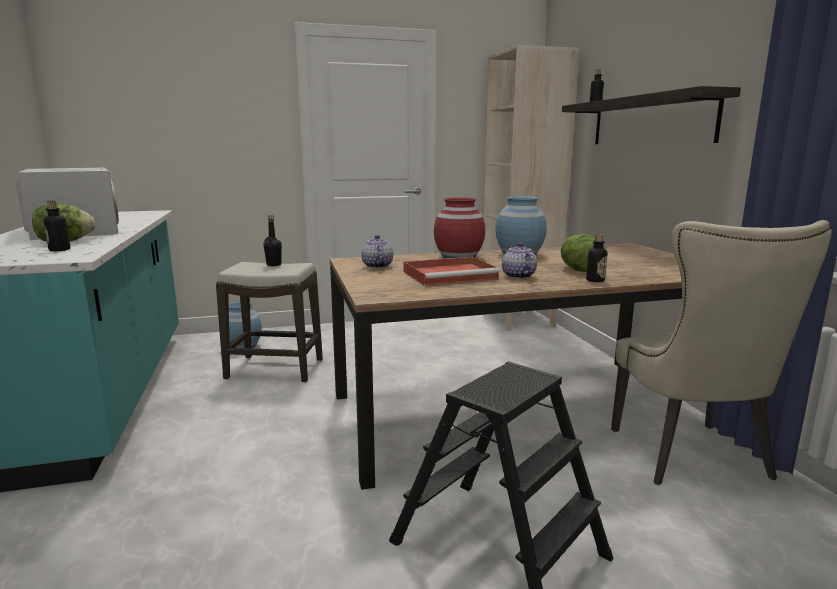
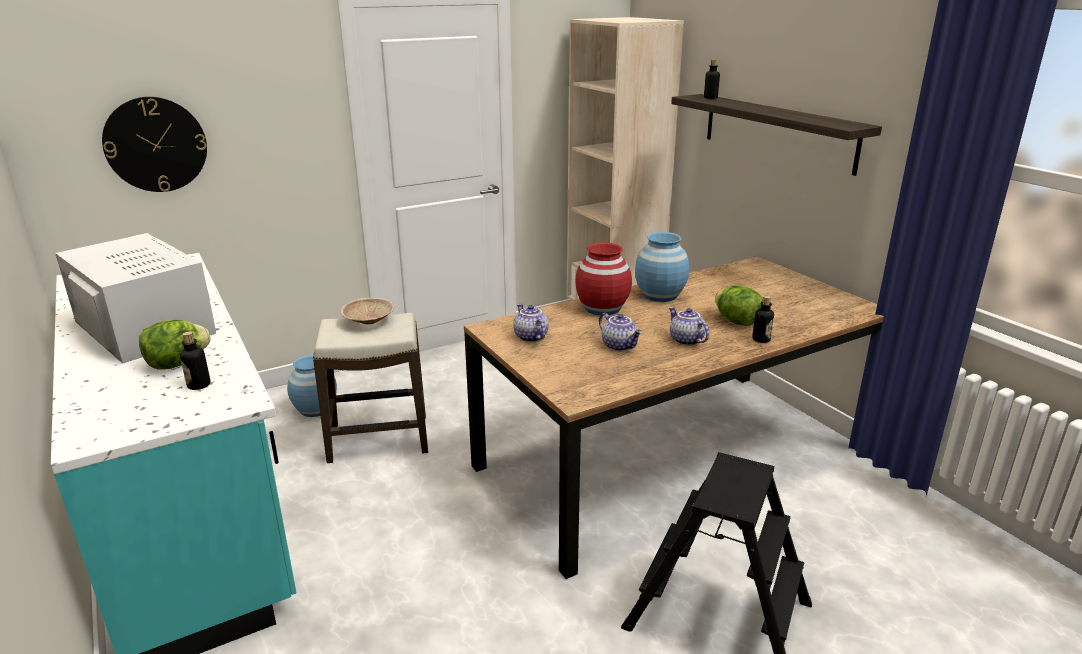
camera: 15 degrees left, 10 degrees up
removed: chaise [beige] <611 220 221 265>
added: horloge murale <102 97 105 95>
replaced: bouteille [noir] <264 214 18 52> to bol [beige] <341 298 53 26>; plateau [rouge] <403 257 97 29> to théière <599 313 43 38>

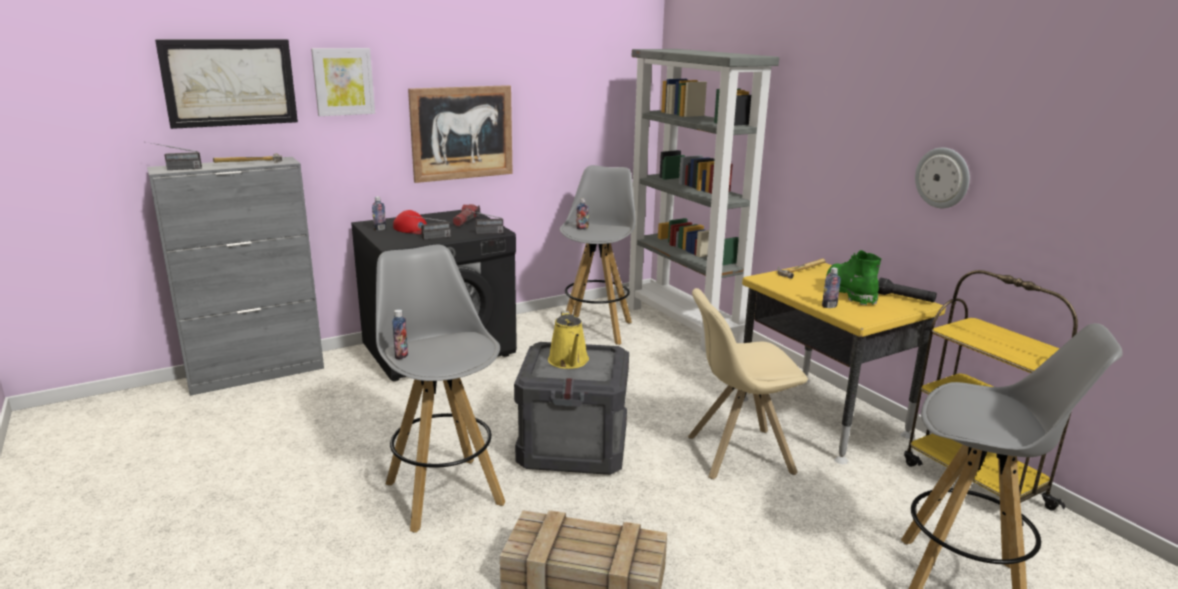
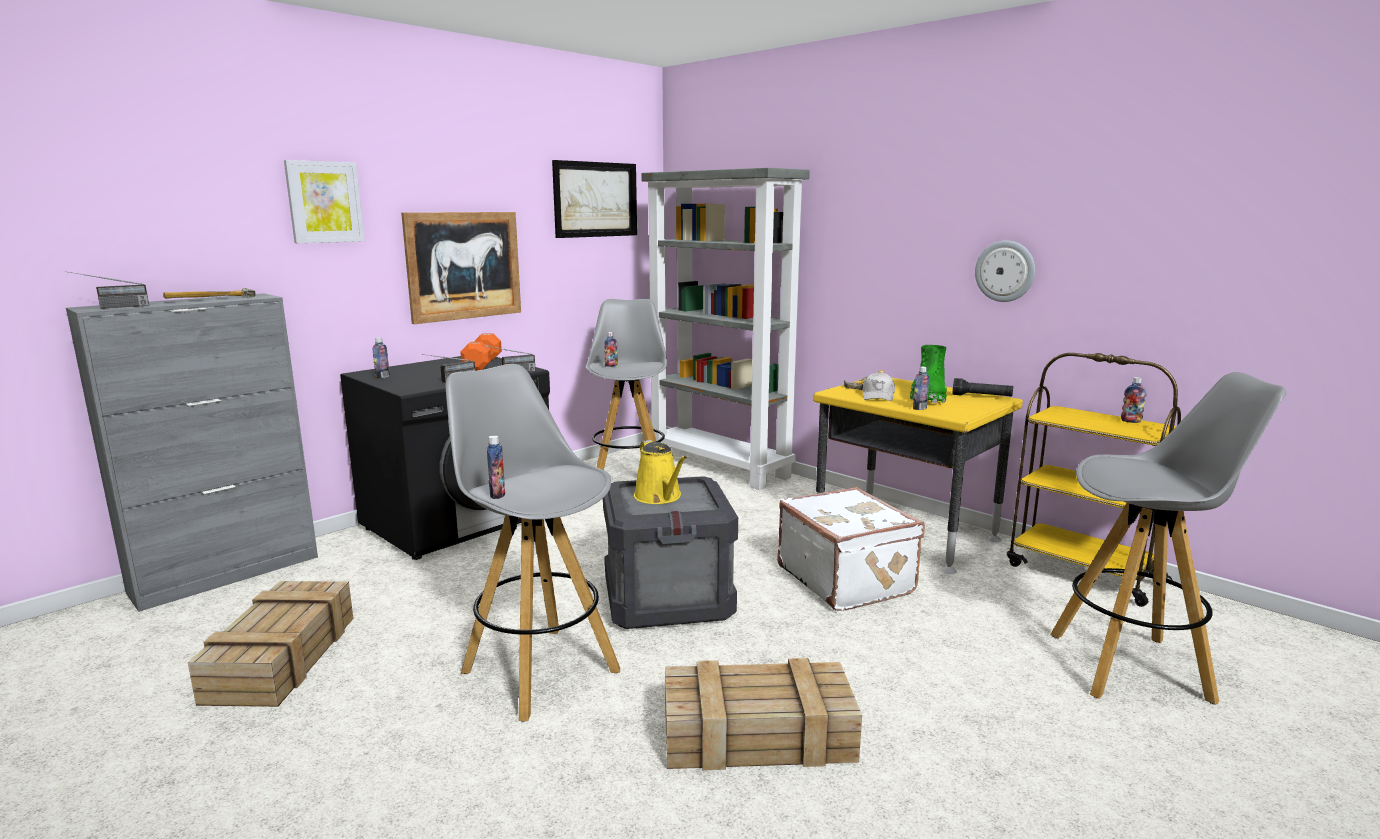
camera: 15 degrees left, 5 degrees down
removed: casquette [rouge] <393 210 34 24>
added: caisse <188 581 165 126>; casquette [blanc] <862 372 33 29>; bouteille <1121 377 25 46>
moved: tableau <155 39 143 90> to <552 160 85 78>
replaced: lampe de poche <453 204 27 22> to haltère [orange] <460 333 42 38>; chaise [beige] <688 288 120 191> to valise [blanc] <778 487 147 124>
turned: botte [vert] <826 250 55 55> = <910 345 37 58> 135 degrees counterclockwise

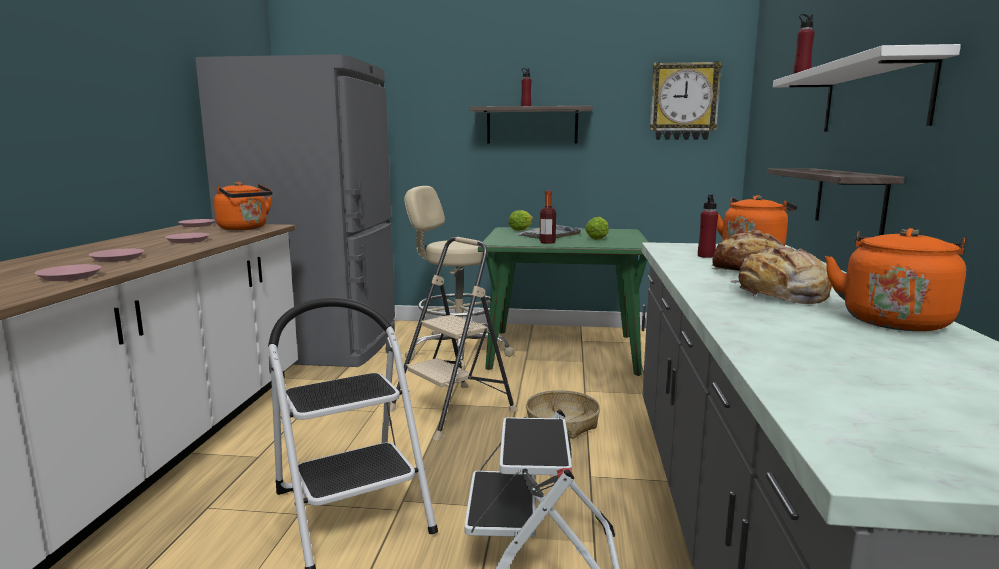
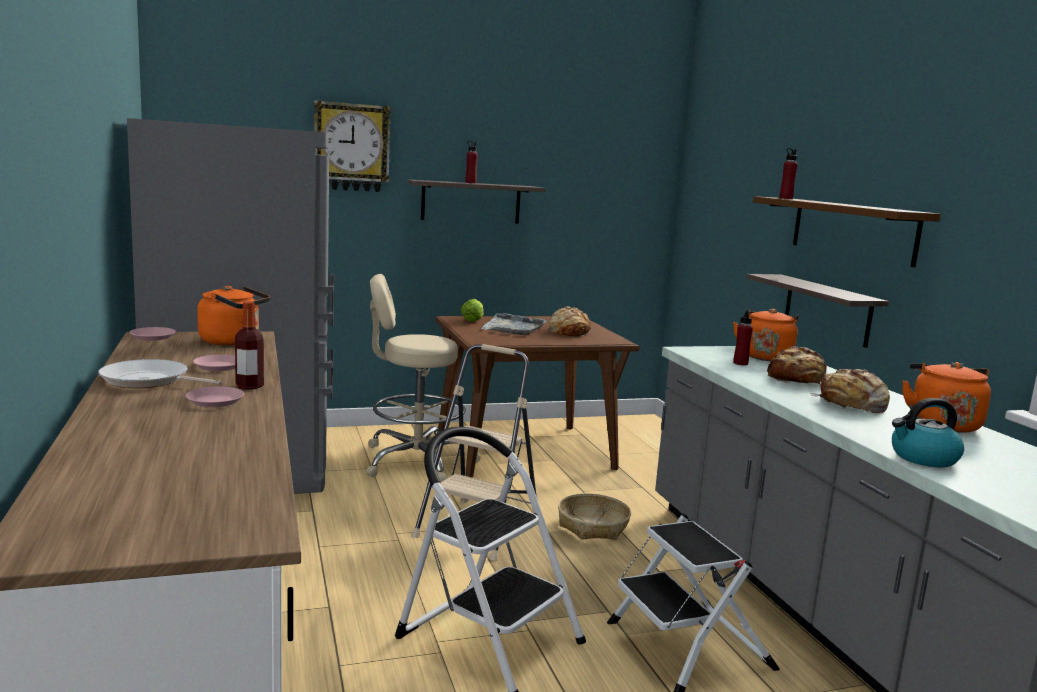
camera: 25 degrees left, 0 degrees up
removed: assiette [rose] <35 264 67 17>
added: poêle <98 359 124 29>; bouilloire <892 398 72 69>
moved: bouteille <540 191 16 53> to <235 302 29 88>; horloge murale <649 61 73 79> to <314 101 77 91>
replaced: laitue <585 217 24 23> to pain <549 306 42 30>
recoloured: table à manger [vert] <478 227 171 149> to table à manger [marron] <435 316 204 162>; étagère [blanc] <773 44 188 88> to étagère [marron] <753 196 188 71>

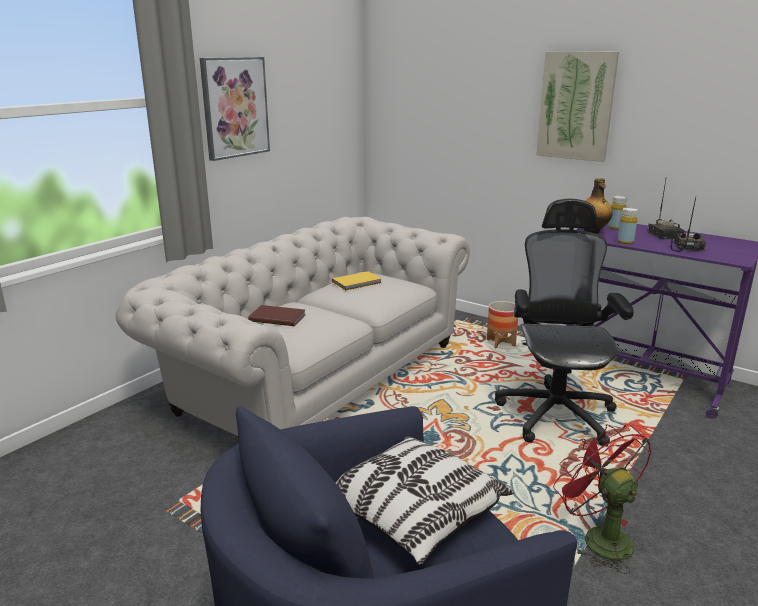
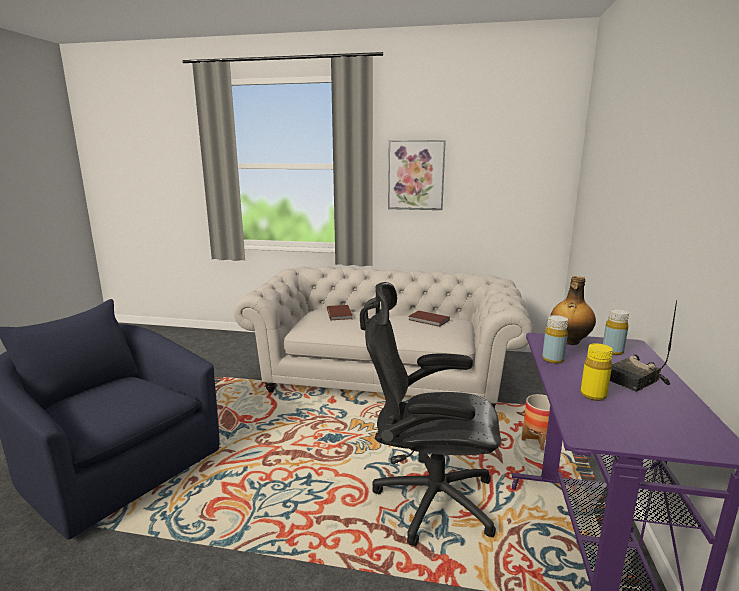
camera: 65 degrees right, 5 degrees down
removed: coussin <336 437 178 128>; tableau <536 51 83 111>; ventilateur [rouge] <553 424 98 150>
replaced: radio <671 198 35 54> to bouteille [jaune] <580 343 33 58>
recoloured: livre [jaune] <332 271 50 20> to livre [marron] <409 310 41 17>
turned: chaise de bureau <495 199 139 248> = <360 282 141 264> 150 degrees counterclockwise

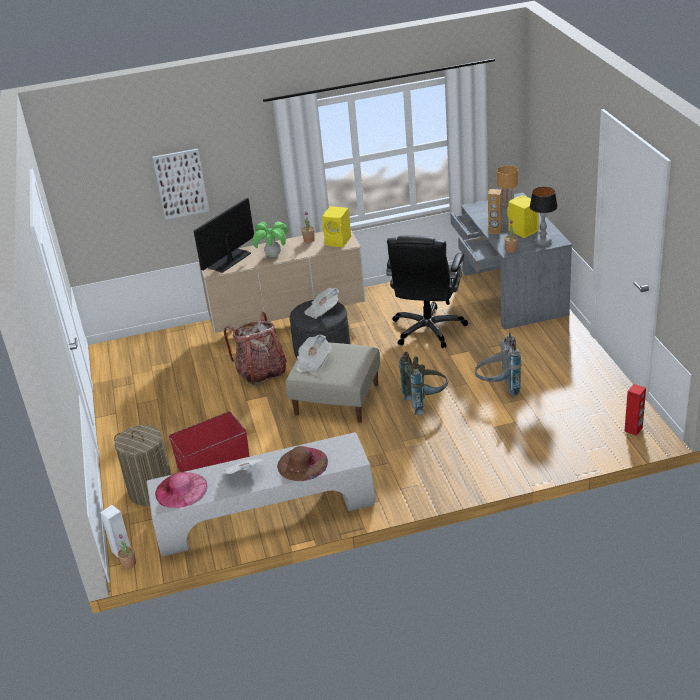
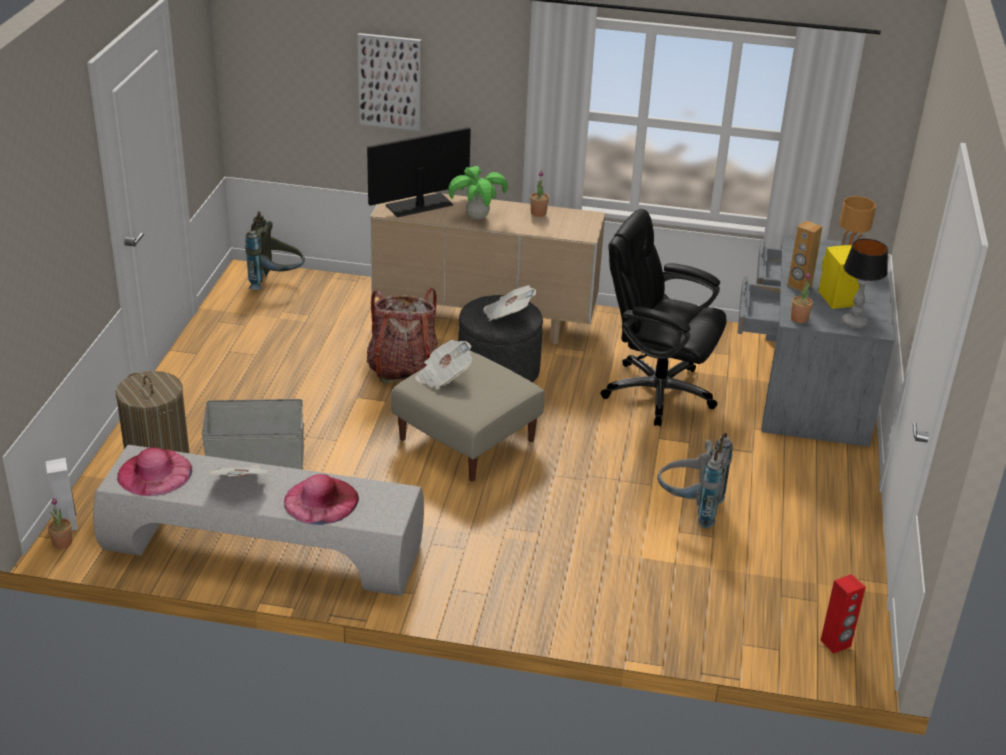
camera: 20 degrees right, 0 degrees up
removed: enceinte [jaune] <322 206 29 41>
moved: sac à dos [gris] <399 352 49 63> to <245 211 60 79>
recoloured: boîte de rangement [rouge] <169 411 80 61> to boîte de rangement [gris] <202 399 102 71>; chapeau [marron] <277 446 51 35> to chapeau [rose] <284 474 75 51>
turned: chaise de bureau [noir] <386 235 82 113> = <600 209 126 218> 75 degrees clockwise

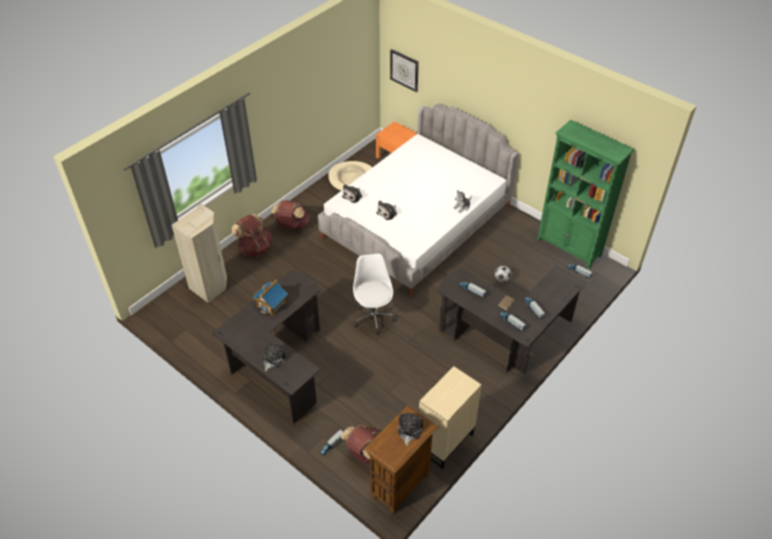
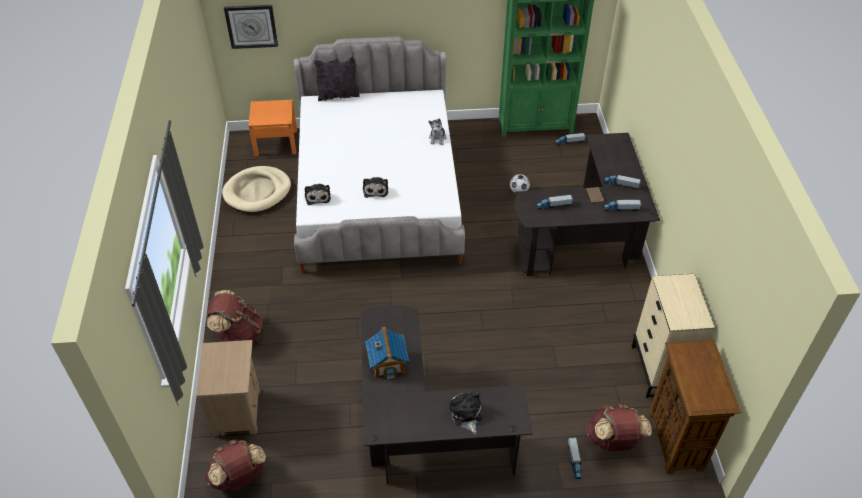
camera: 45 degrees left, 0 degrees up
removed: chaise de bureau [blanc] <353 254 43 81>; peluche <398 412 25 34>
added: coussin [noir] <313 57 47 44>
moved: sac à dos [marron] <271 200 39 30> to <205 440 61 51>
replaced: meuble de rangement [beige] <172 204 55 99> to table de chevet [beige] <196 340 64 97>

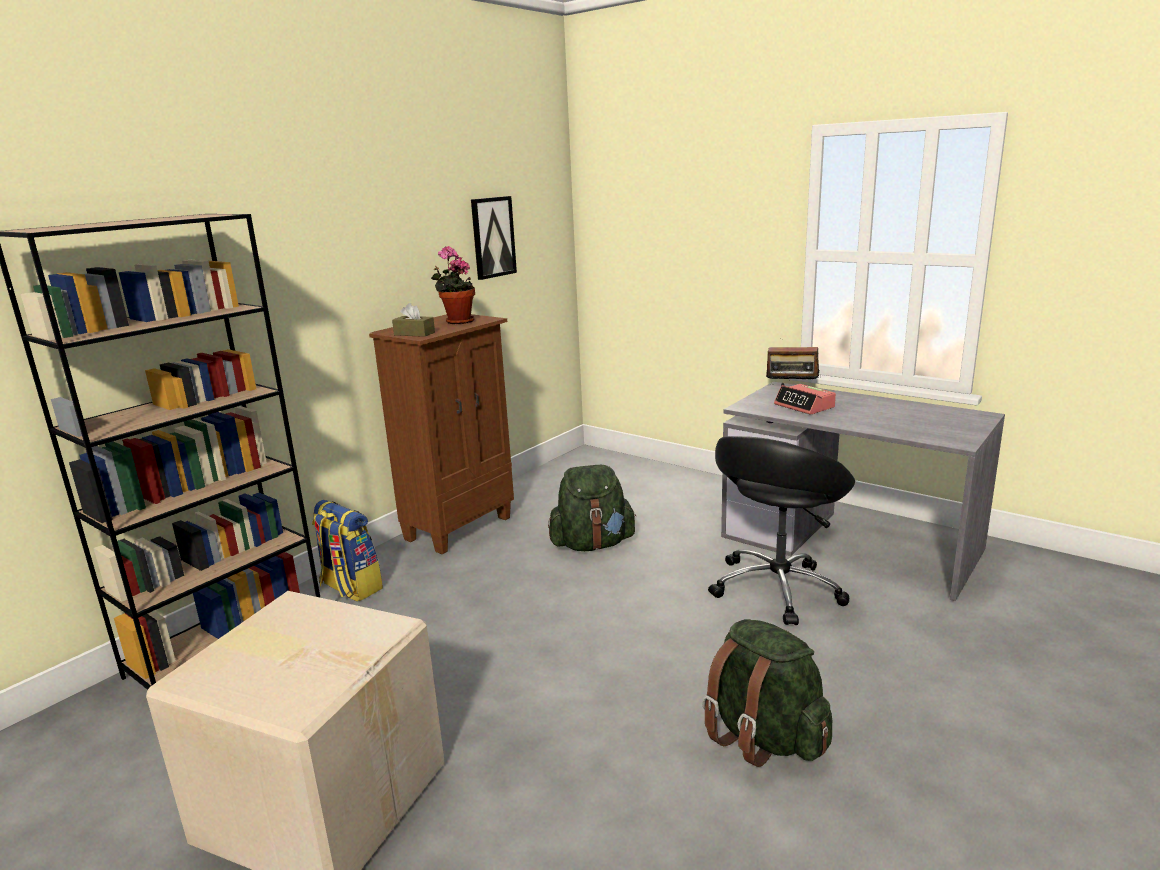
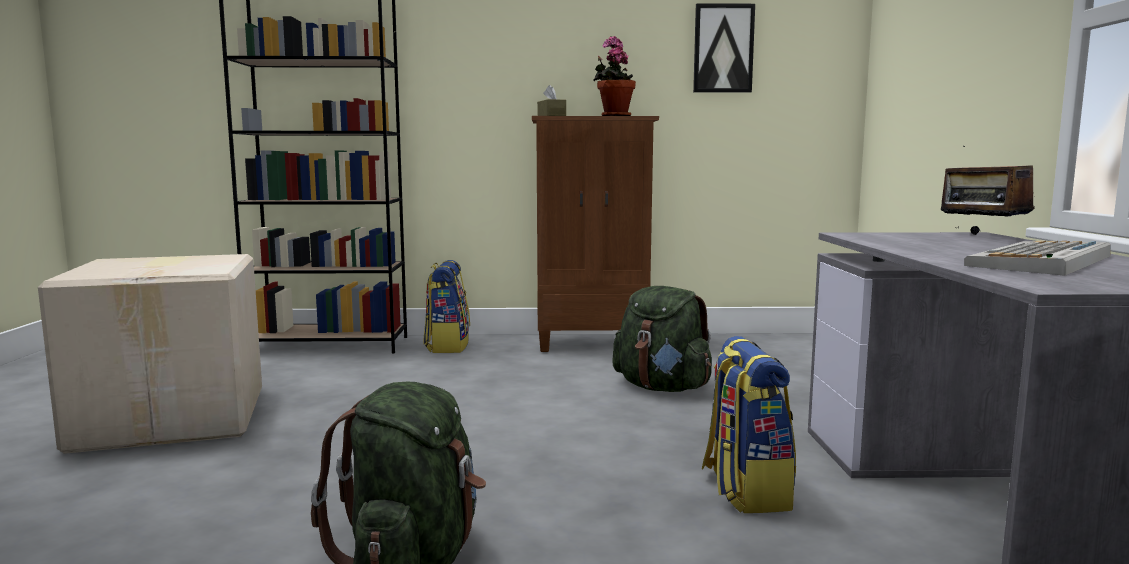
camera: 50 degrees right, 10 degrees down
removed: réveil <774 384 62 31>
added: clavier <964 241 147 35>
replaced: chaise de bureau [noir] <708 436 147 189> to sac à dos <702 336 94 177>

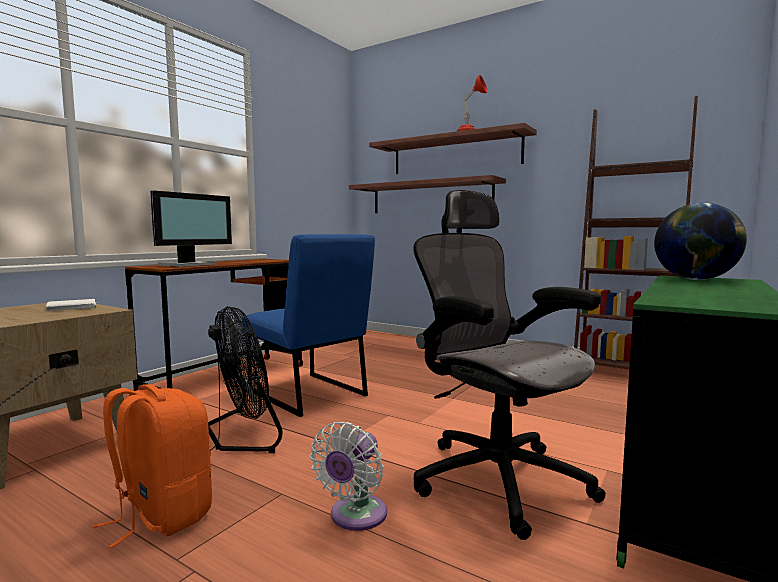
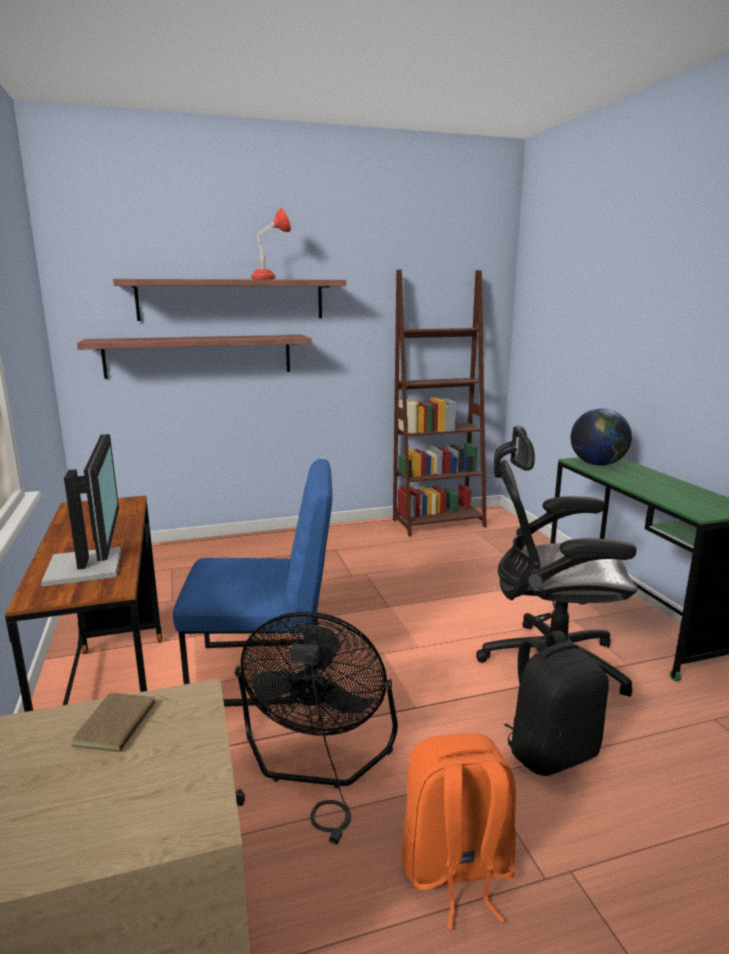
camera: 50 degrees left, 10 degrees up
replaced: ventilateur [blanc] <310 422 77 109> to sac à dos [noir] <504 631 105 145>
recoloured: livre [blanc] <46 299 52 12> to livre [marron] <71 693 98 59>

